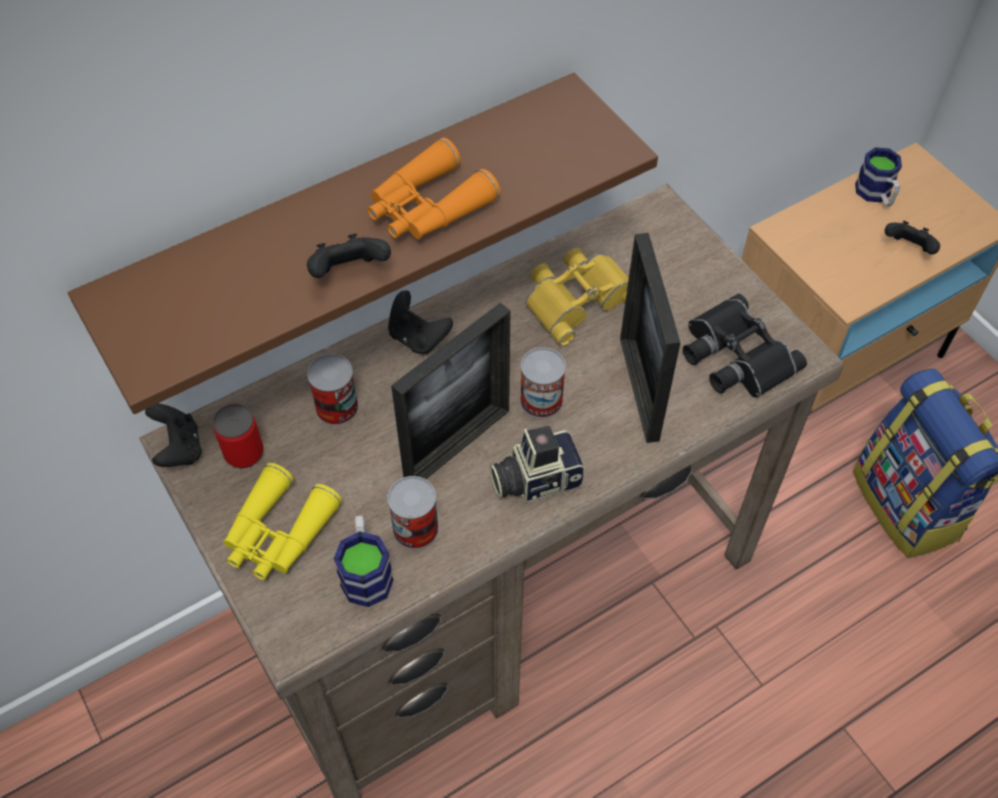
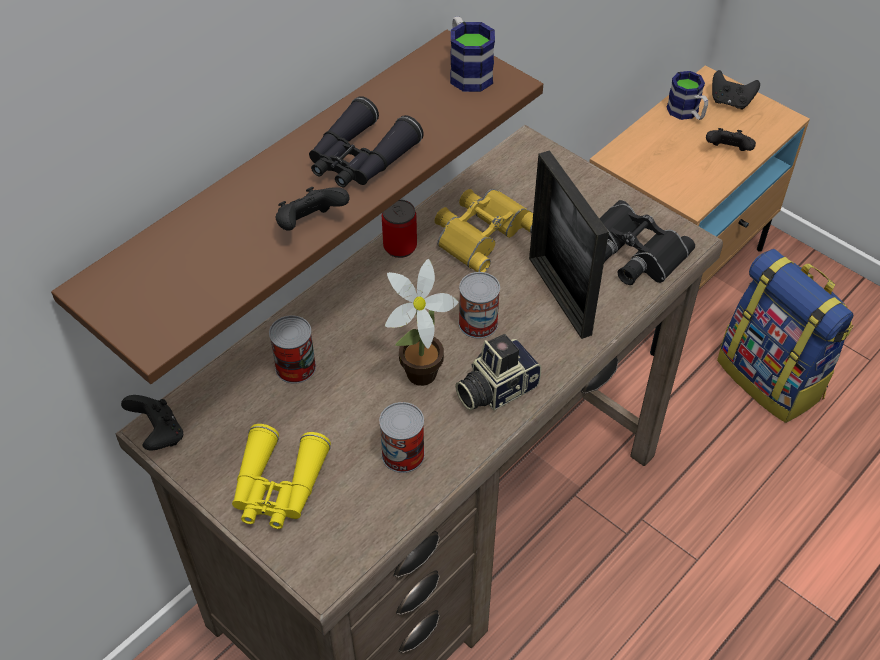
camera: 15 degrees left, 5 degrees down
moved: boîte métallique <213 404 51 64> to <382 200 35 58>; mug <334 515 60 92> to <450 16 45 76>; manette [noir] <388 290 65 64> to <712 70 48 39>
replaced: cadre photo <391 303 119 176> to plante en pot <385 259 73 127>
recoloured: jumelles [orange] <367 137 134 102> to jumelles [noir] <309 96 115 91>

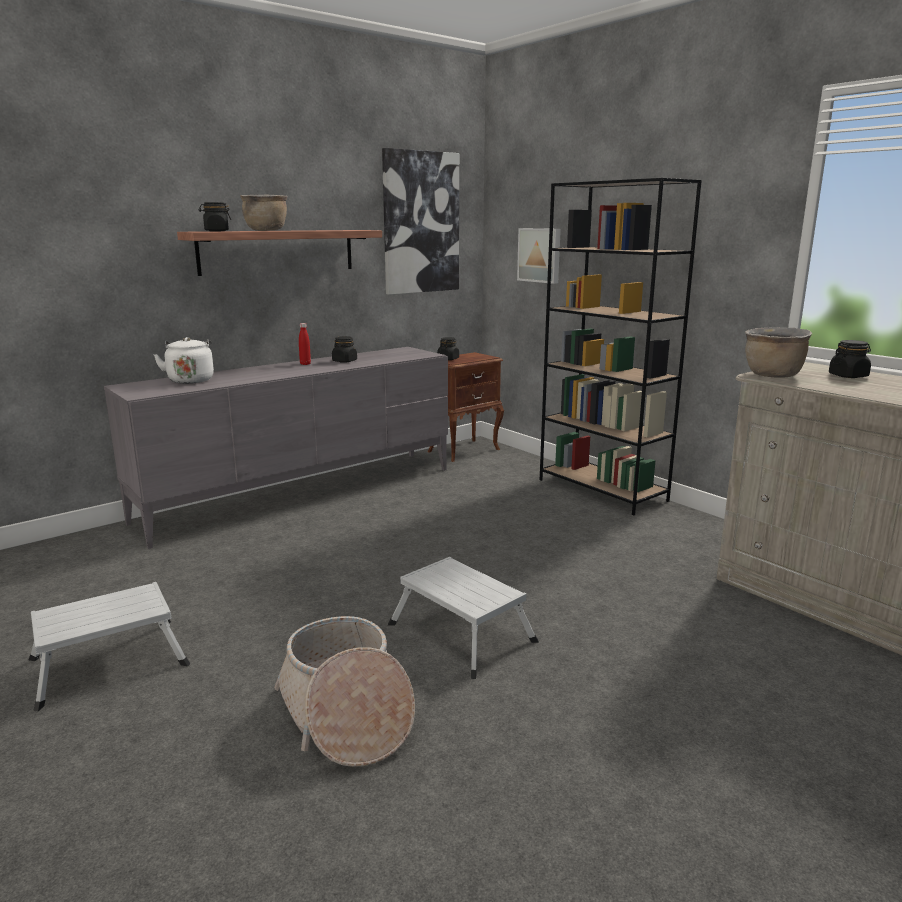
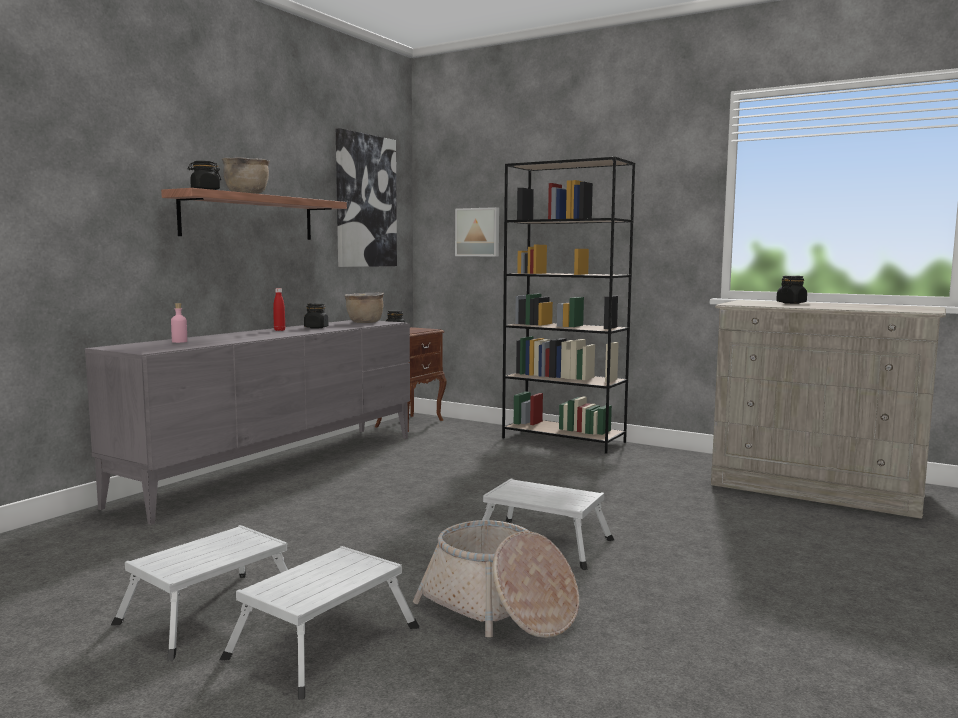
camera: 20 degrees left, 10 degrees down
added: escabeau [blanc] <220 546 199 154>
moved: marmite [marron] <745 327 67 50> to <344 292 40 31>
replaced: bouilloire [blanc] <153 337 61 47> to bouteille [rose] <171 303 16 40>

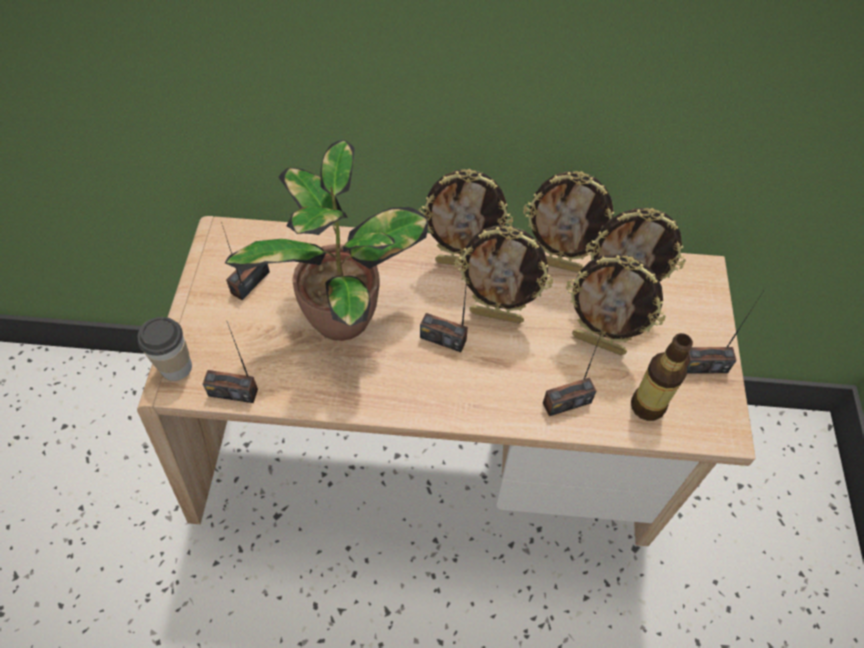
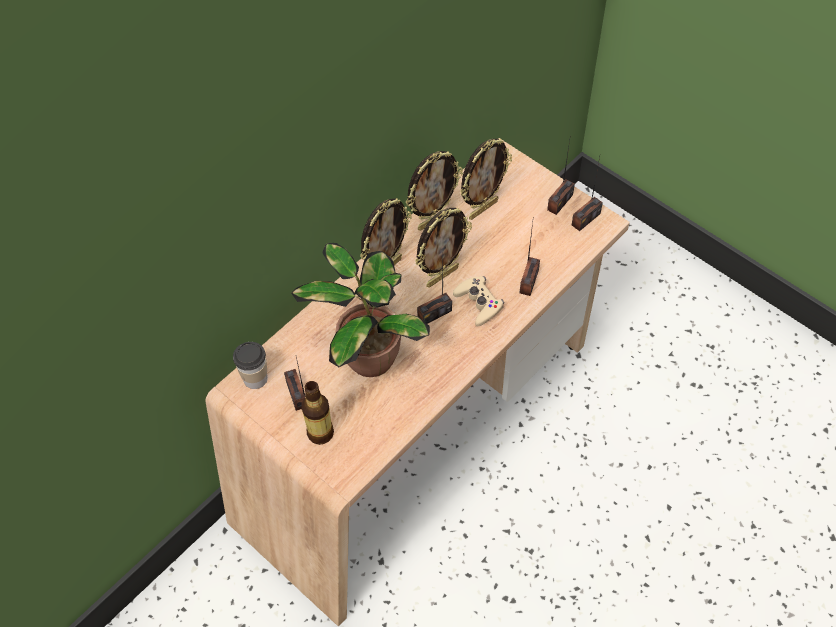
camera: 50 degrees left, 0 degrees up
removed: cadre photo <566 254 100 101>
added: manette [beige] <453 276 51 51>
moved: tasse <138 317 54 64> to <233 342 35 47>; radio <203 322 55 81> to <572 157 31 74>; bouteille <631 333 62 88> to <302 381 32 64>

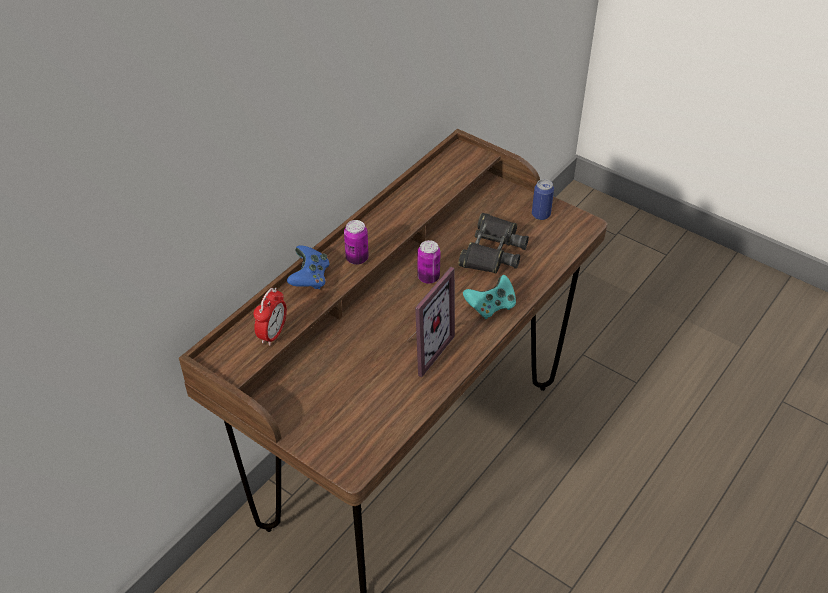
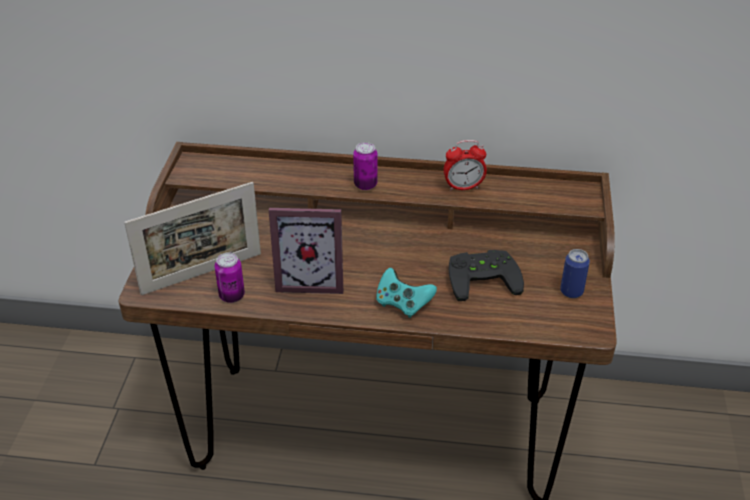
camera: 60 degrees right, 5 degrees down
removed: manette [bleu] <287 245 42 45>
added: cadre photo <124 182 137 113>
moved: réveil <254 288 33 58> to <444 140 43 51>; boîte métallique <417 240 24 44> to <215 252 30 51>
replaced: jumelles [noir] <458 213 71 60> to manette [noir] <449 250 75 51>

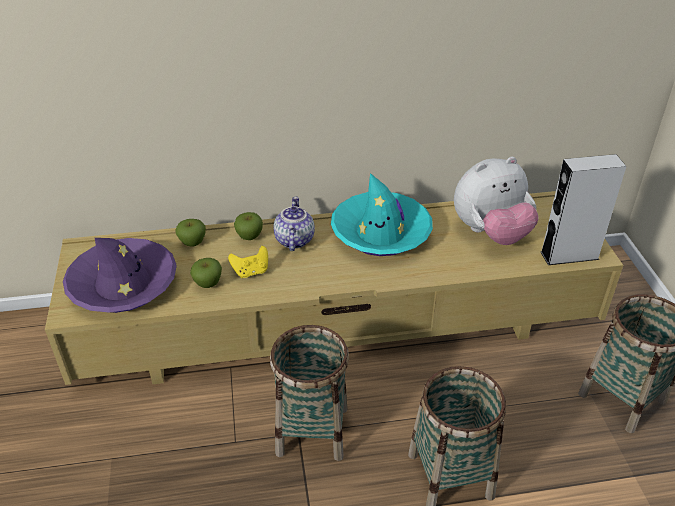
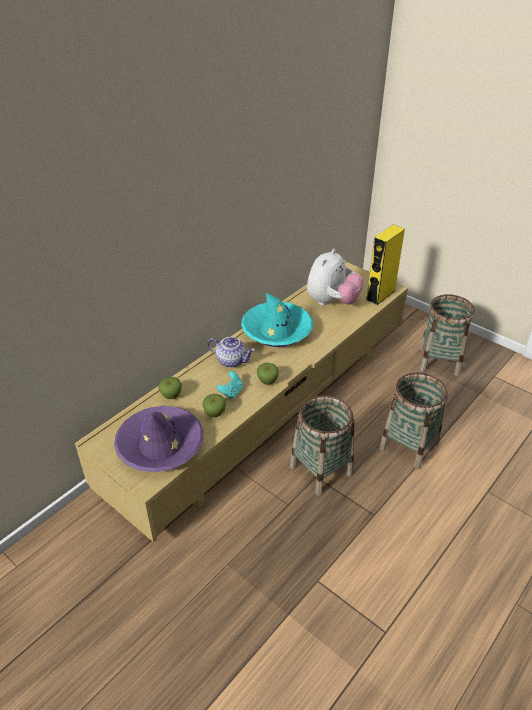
camera: 40 degrees left, 0 degrees up
moved: pomme <234 212 29 28> to <257 363 22 22>
recoloured: manette [jaune] <228 246 40 32> to manette [turquoise] <217 371 26 28>; enceinte [gris] <541 154 85 111> to enceinte [jaune] <366 225 39 80>
turned: théière <273 197 42 54> = <207 337 48 31> 150 degrees clockwise

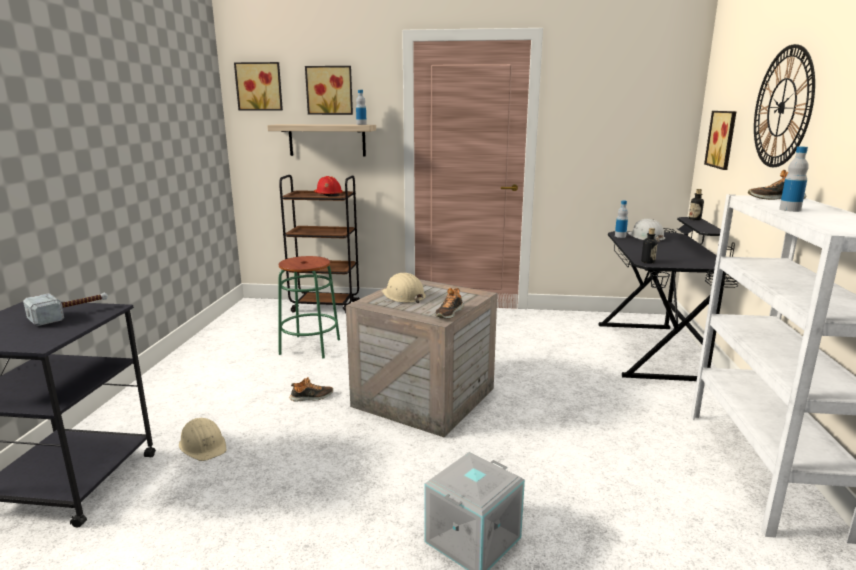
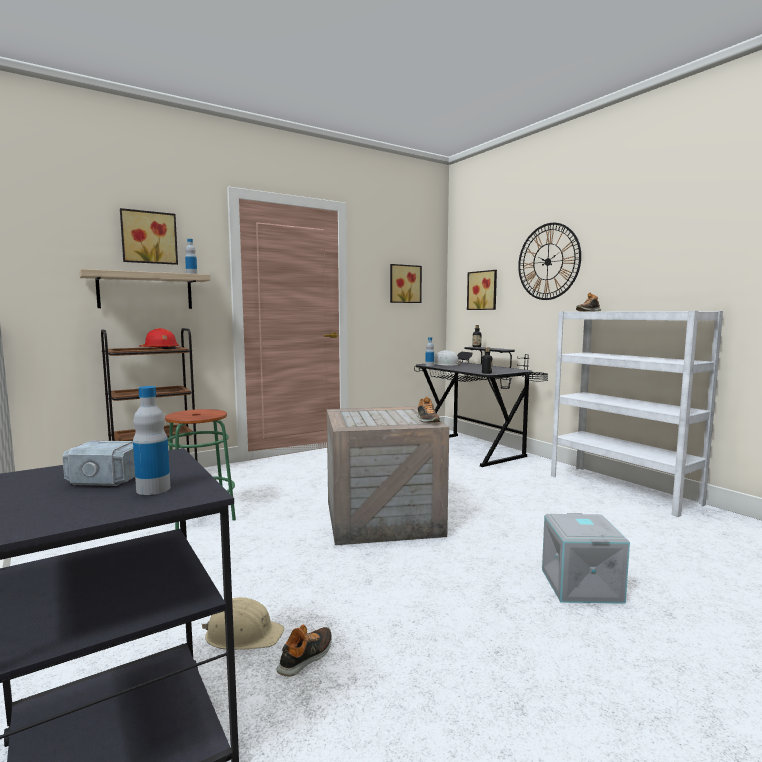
camera: 40 degrees left, 10 degrees down
removed: casque de chantier [beige] <382 273 44 30>
moved: tableau <234 62 49 49> to <390 264 32 39>; chaussure <289 377 44 25> to <276 624 56 53>; bouteille <779 146 30 66> to <133 386 38 109>

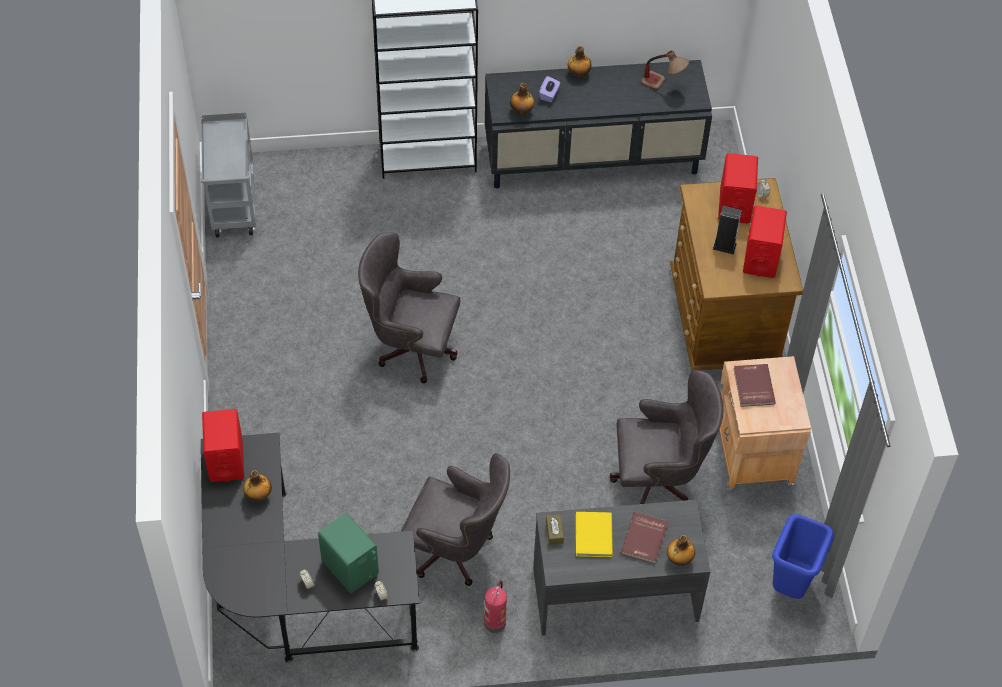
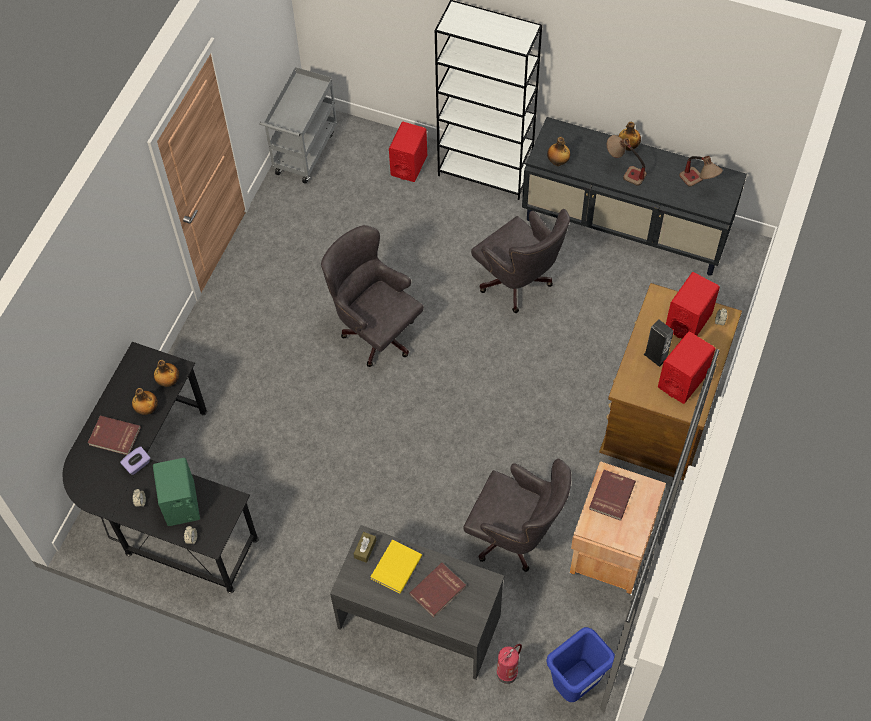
camera: 30 degrees right, 5 degrees up
added: livre [rouge] <88 416 53 39>; lampe de table <607 135 40 51>
moved: enceinte [rouge] <202 409 42 73> to <389 122 38 60>; chaise de bureau [gris] <401 453 109 133> to <471 209 99 104>; extincteur <484 580 23 53> to <497 644 25 40>; boîte à mouchoirs [violet] <539 76 21 26> to <120 446 30 29>; bouteille <667 535 28 31> to <154 360 25 27>

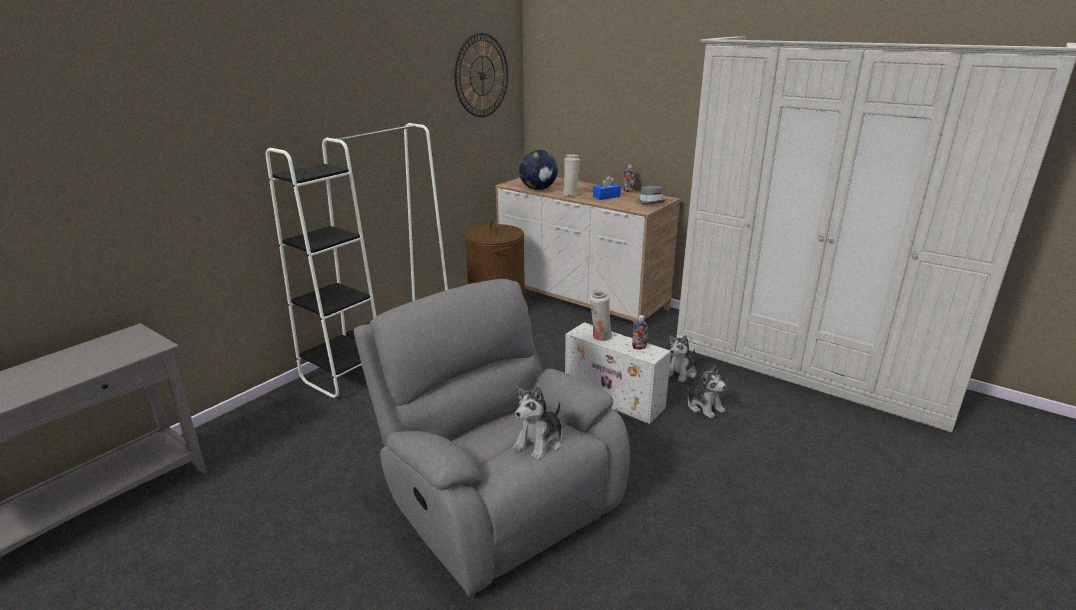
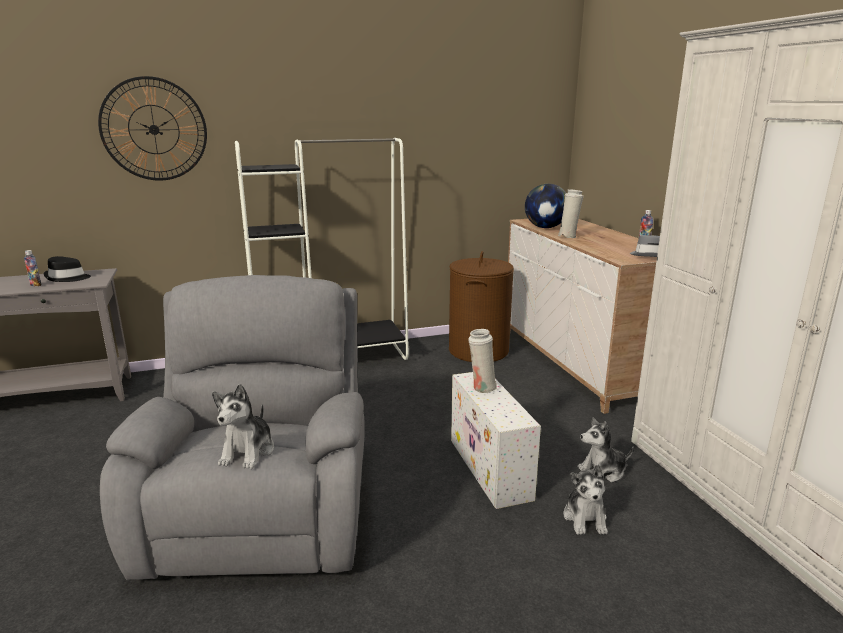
camera: 35 degrees right, 5 degrees down
removed: boîte à mouchoirs [bleu] <593 176 28 24>
added: chapeau [noir] <43 256 48 26>
moved: horloge murale <455 33 53 84> to <98 76 109 105>; bouteille <632 315 16 35> to <24 250 18 36>
turned: peluche <513 386 50 74> = <212 384 62 85> 60 degrees counterclockwise

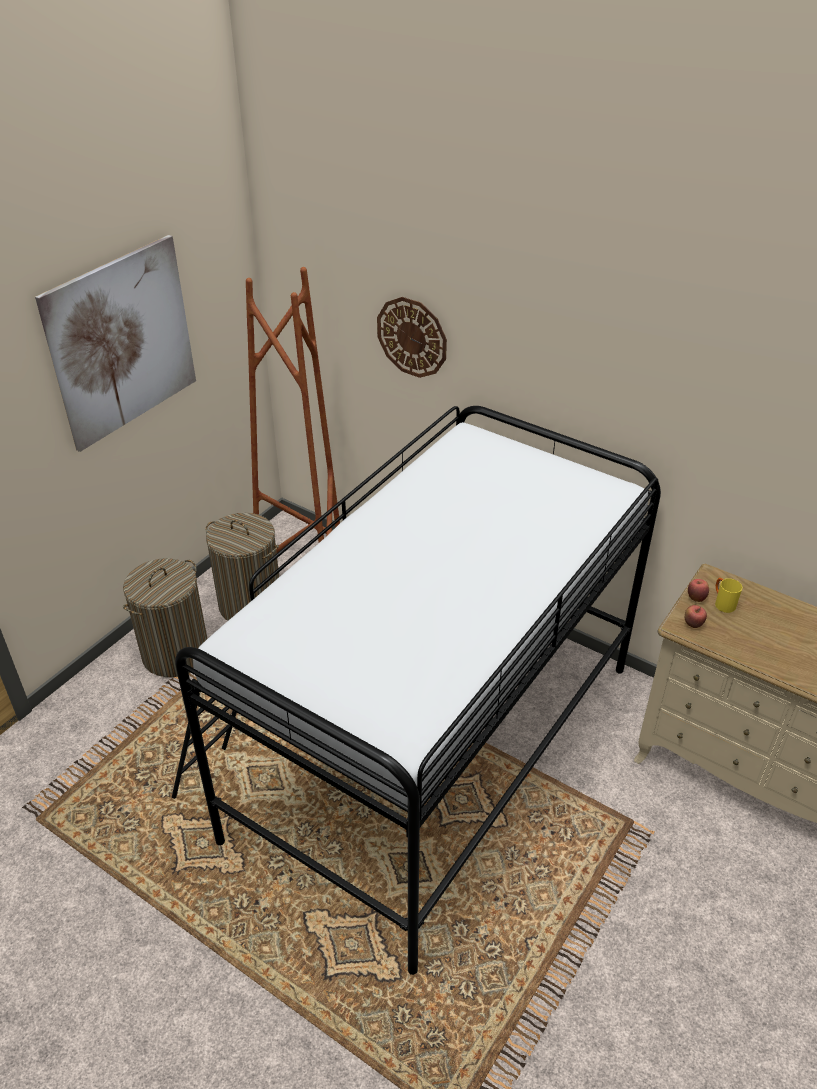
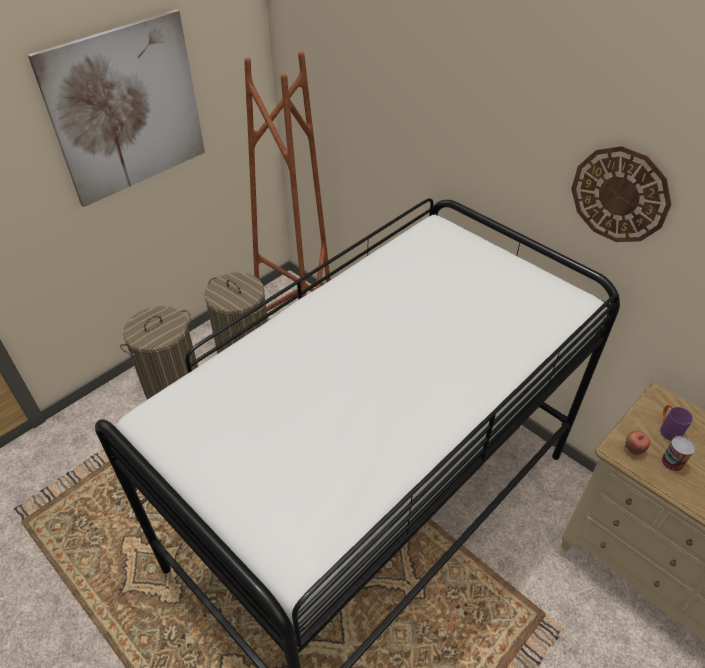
camera: 10 degrees right, 5 degrees up
removed: pomme <688 579 21 23>
added: boîte métallique <661 436 34 36>
moved: horloge murale <377 297 70 81> to <571 146 100 96>
recoloured: mug [jaune] <715 578 27 35> to mug [violet] <660 404 33 37>

